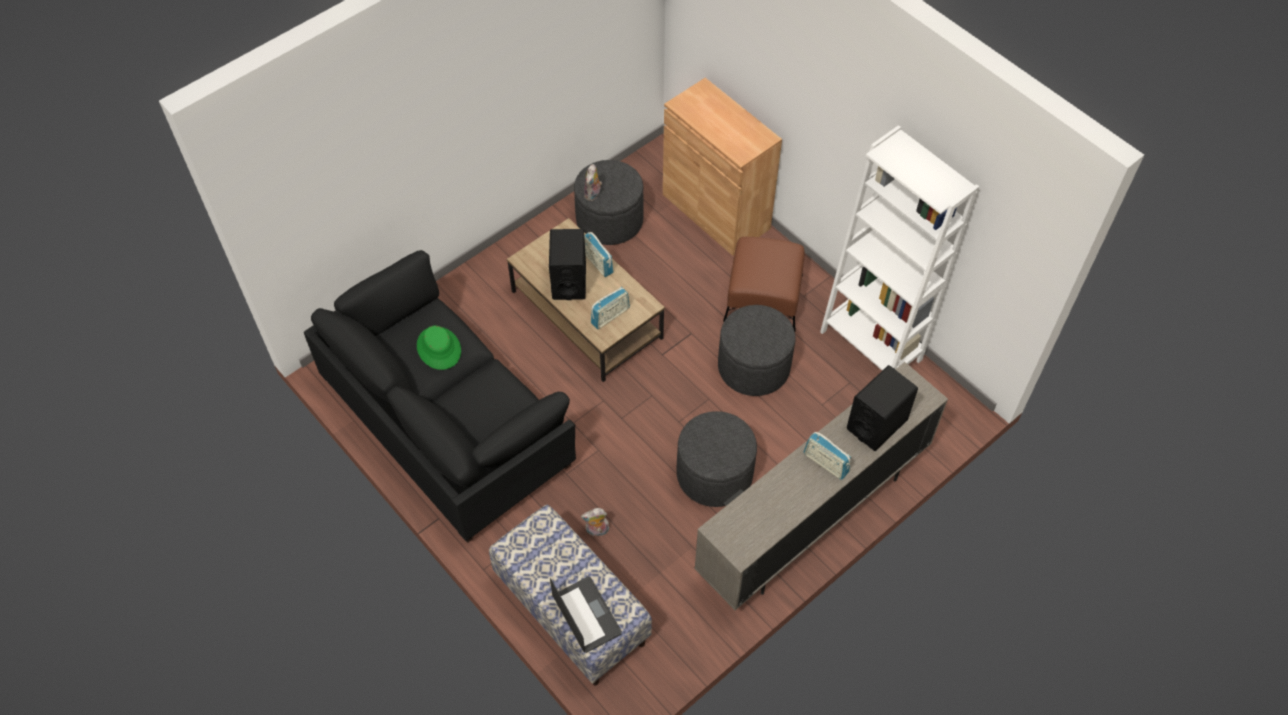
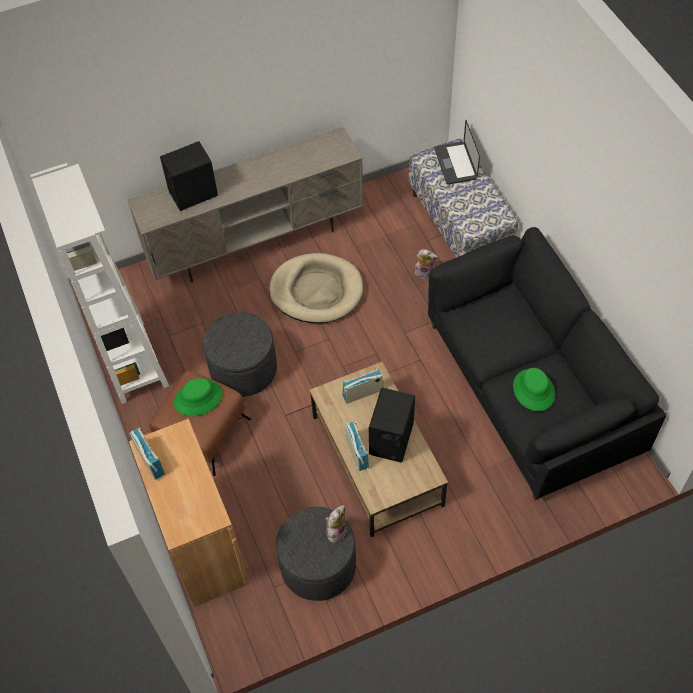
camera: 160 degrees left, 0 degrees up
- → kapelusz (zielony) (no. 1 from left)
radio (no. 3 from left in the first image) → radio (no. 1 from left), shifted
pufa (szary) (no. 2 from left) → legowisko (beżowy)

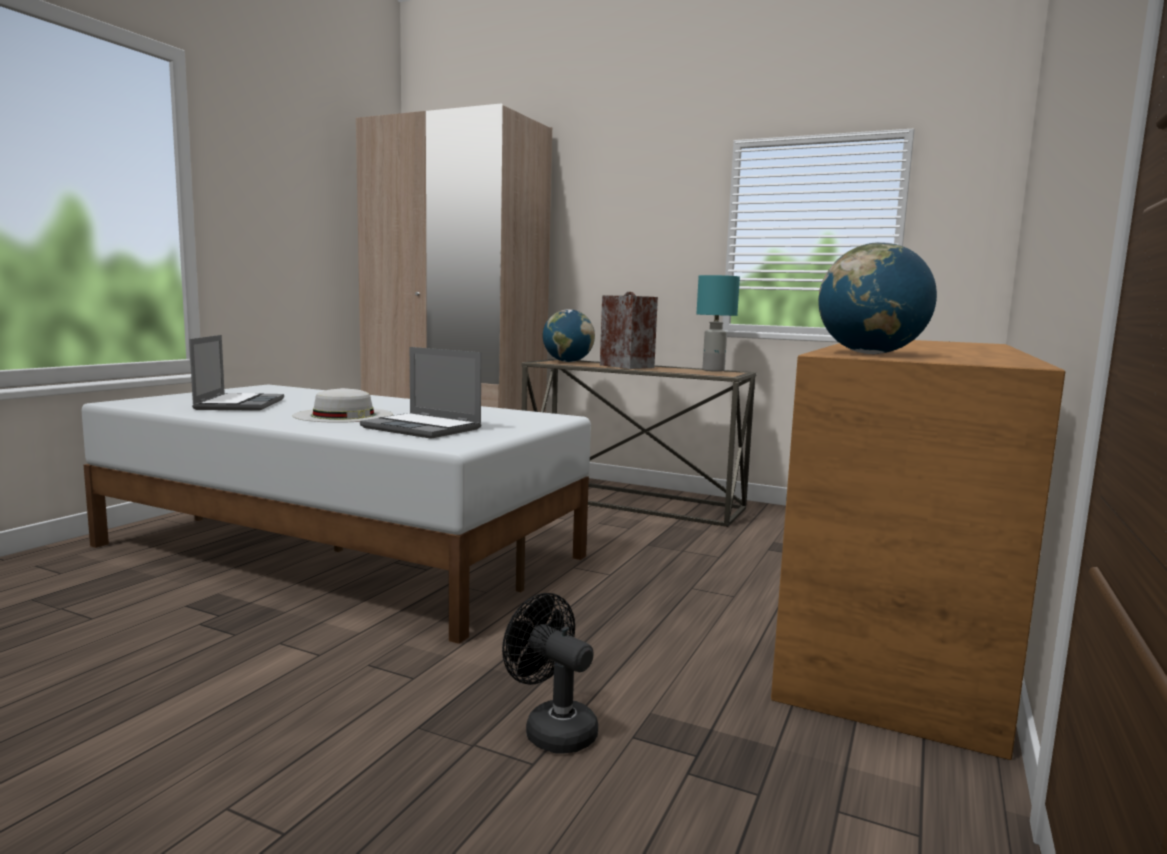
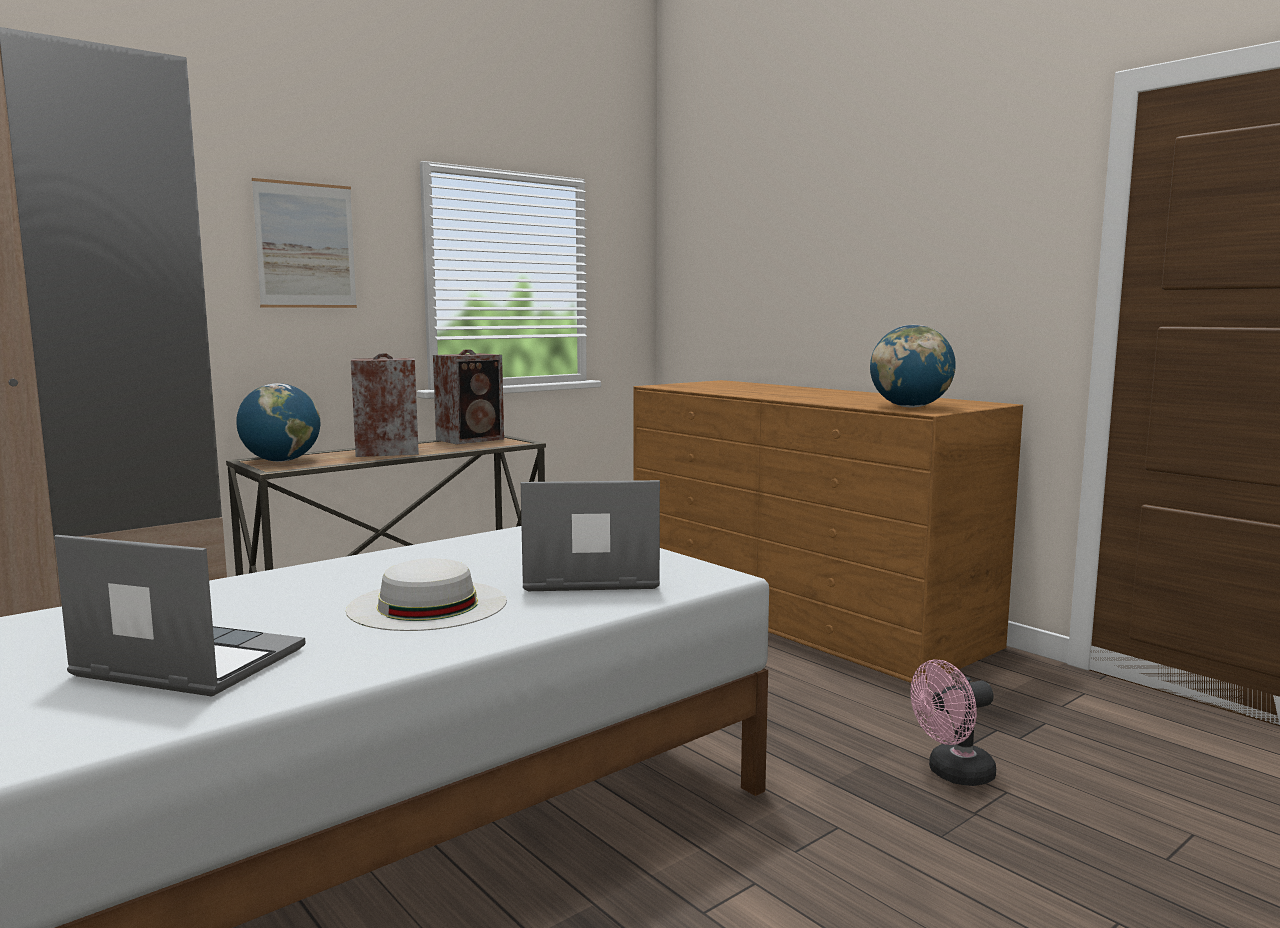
camera: 65 degrees left, 0 degrees up
- → obraz
lampa stołowa (turkusowy) → głośnik (no. 2 from left)
wentylator (czarny) → wentylator (różowy)
laptop (no. 2 from left), 150 degrees counterclockwise

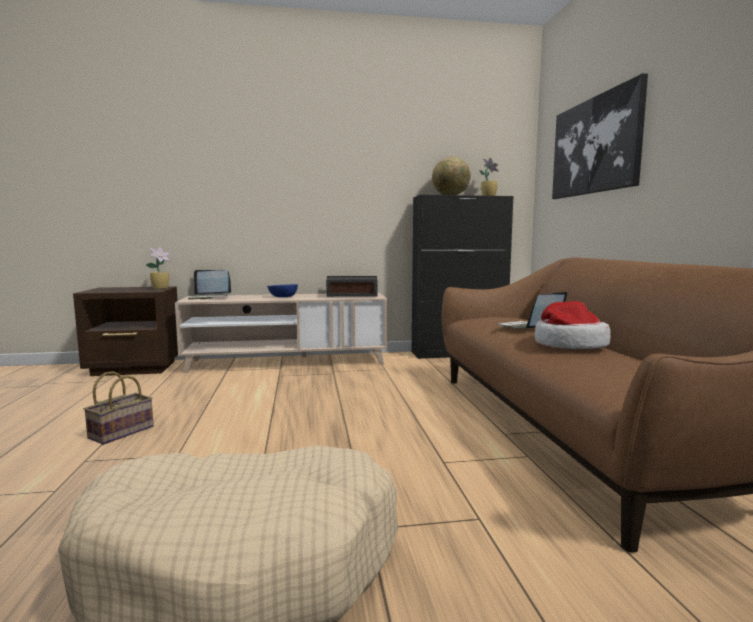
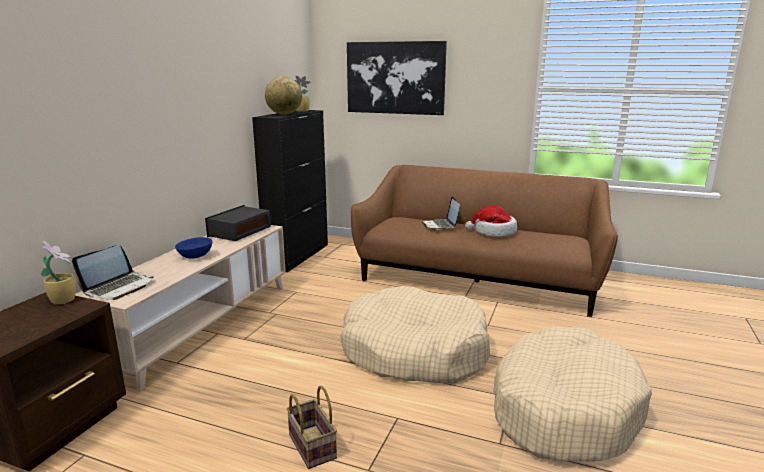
camera: 60 degrees left, 10 degrees up
- → legowisko (beżowy) (no. 1 from left)

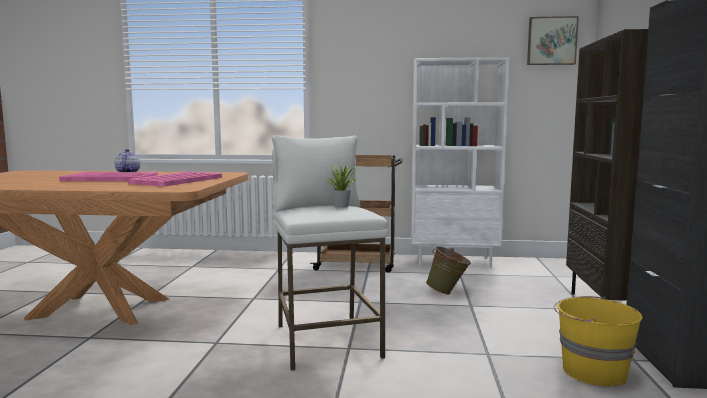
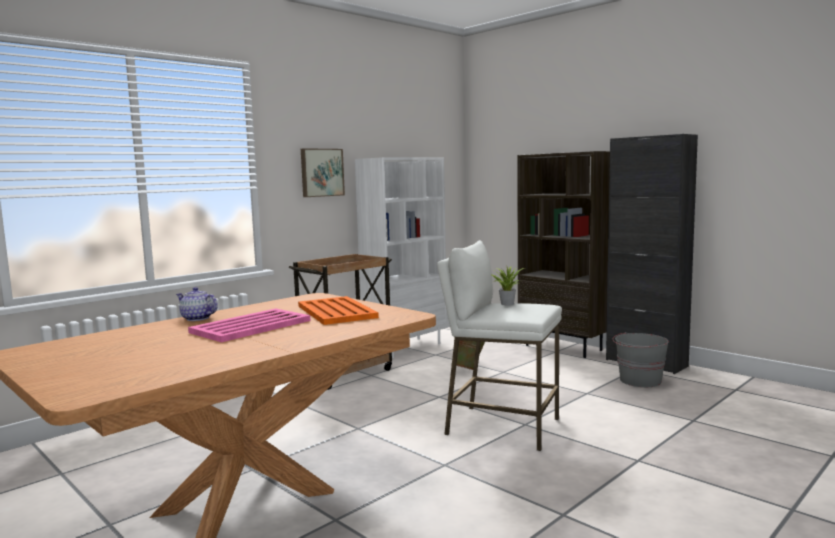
camera: 50 degrees left, 0 degrees up
obraz, shifted
taca (różowy) (no. 2 from left) → taca (pomarańczowy)
wiadro (żółty) → wiadro (szary)

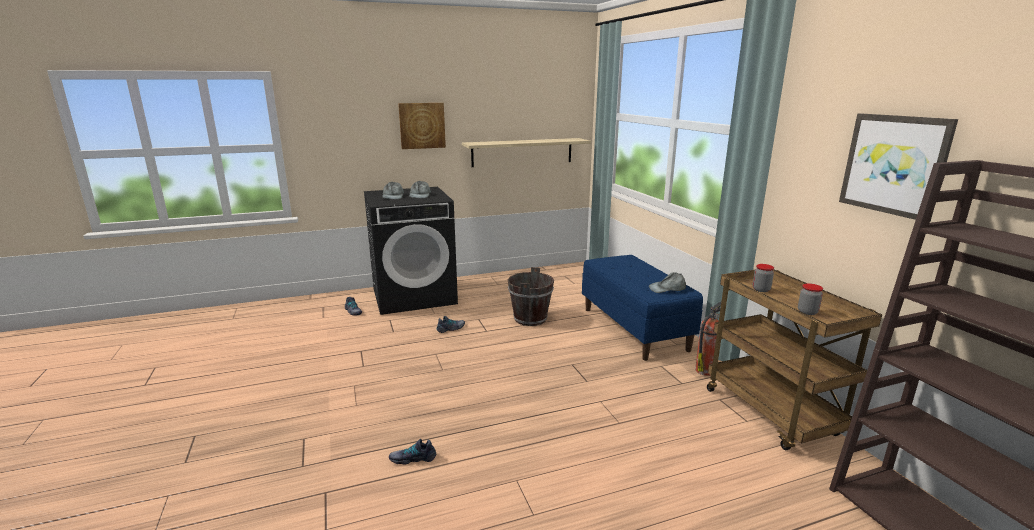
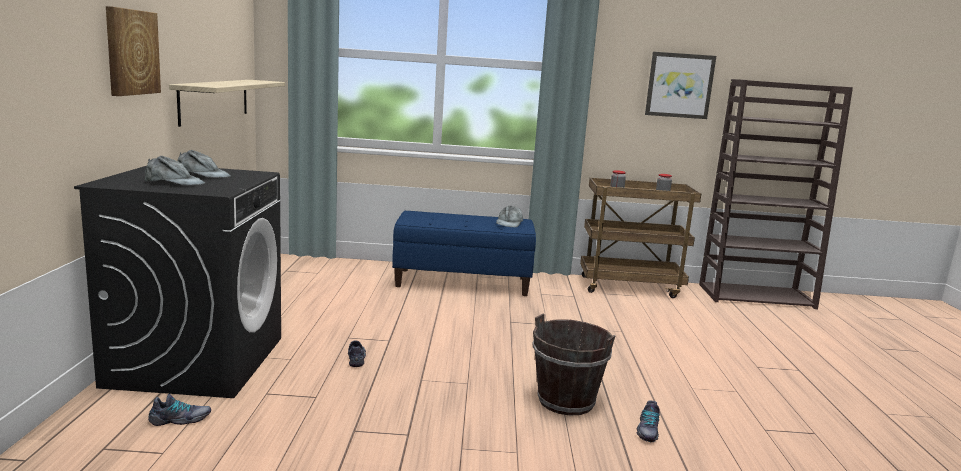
camera: 70 degrees left, 5 degrees down
gaśnica → -
wiadro (brązowy), shifted

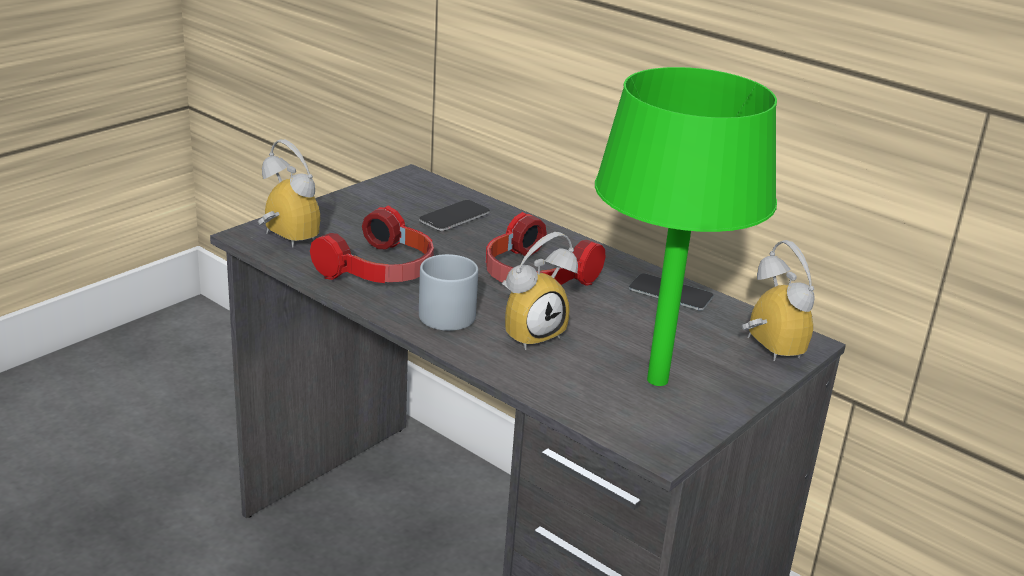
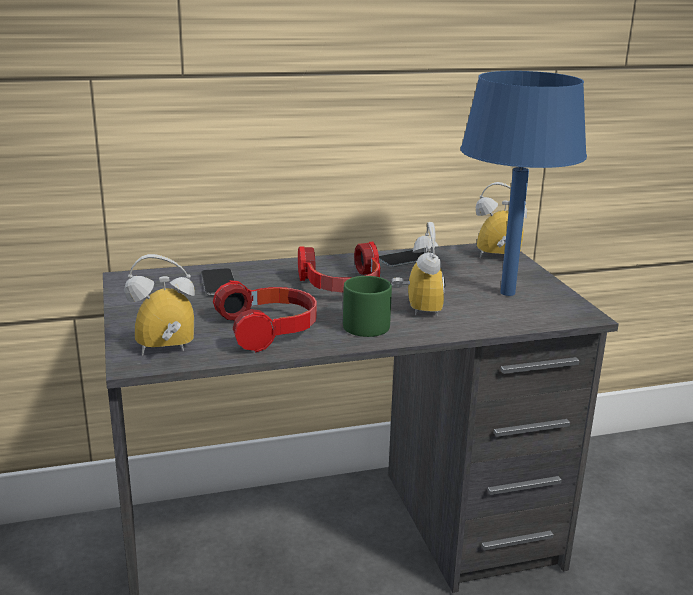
camera: 55 degrees left, 5 degrees down
kubek (szary) → kubek (zielony)
lampa stołowa (zielony) → lampa stołowa (niebieski)

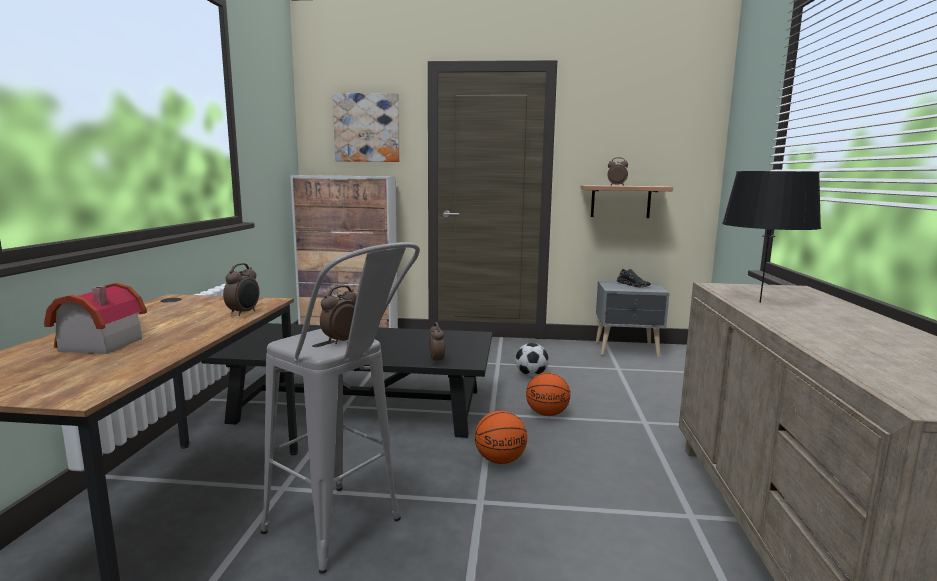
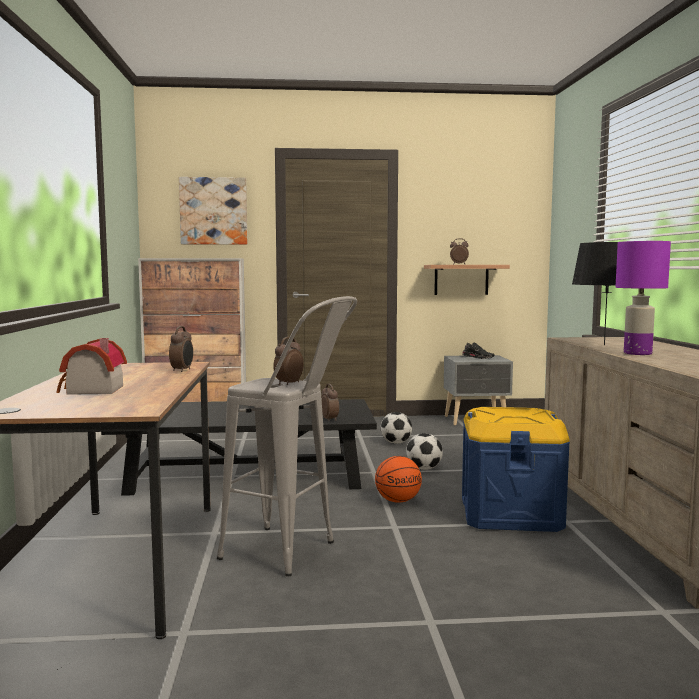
camera: 10 degrees left, 5 degrees down
- → pojemnik do przechowywania (niebieski)
- → lampa stołowa (fioletowy)
piłka do koszykówki (no. 2 from left) → piłka futbolowa (no. 2 from left)

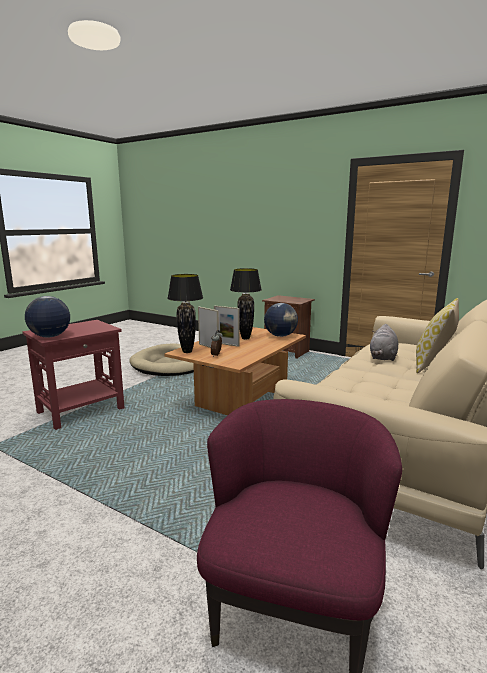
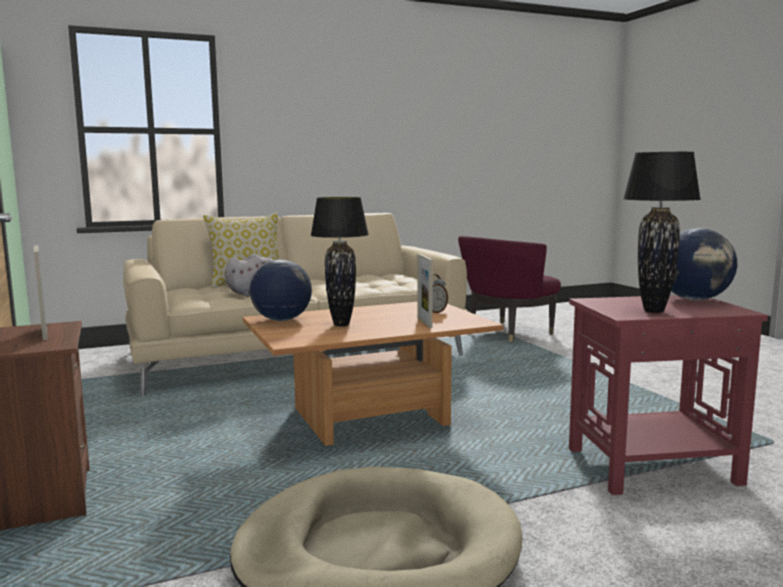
camera: 145 degrees left, 5 degrees down
lampa stołowa (czarny) (no. 1 from left in the first image) → lampa stołowa (czarny) (no. 2 from left), shifted
ramka na zdjęcie (no. 2 from left in the first image) → ramka na zdjęcie (no. 1 from left), shifted

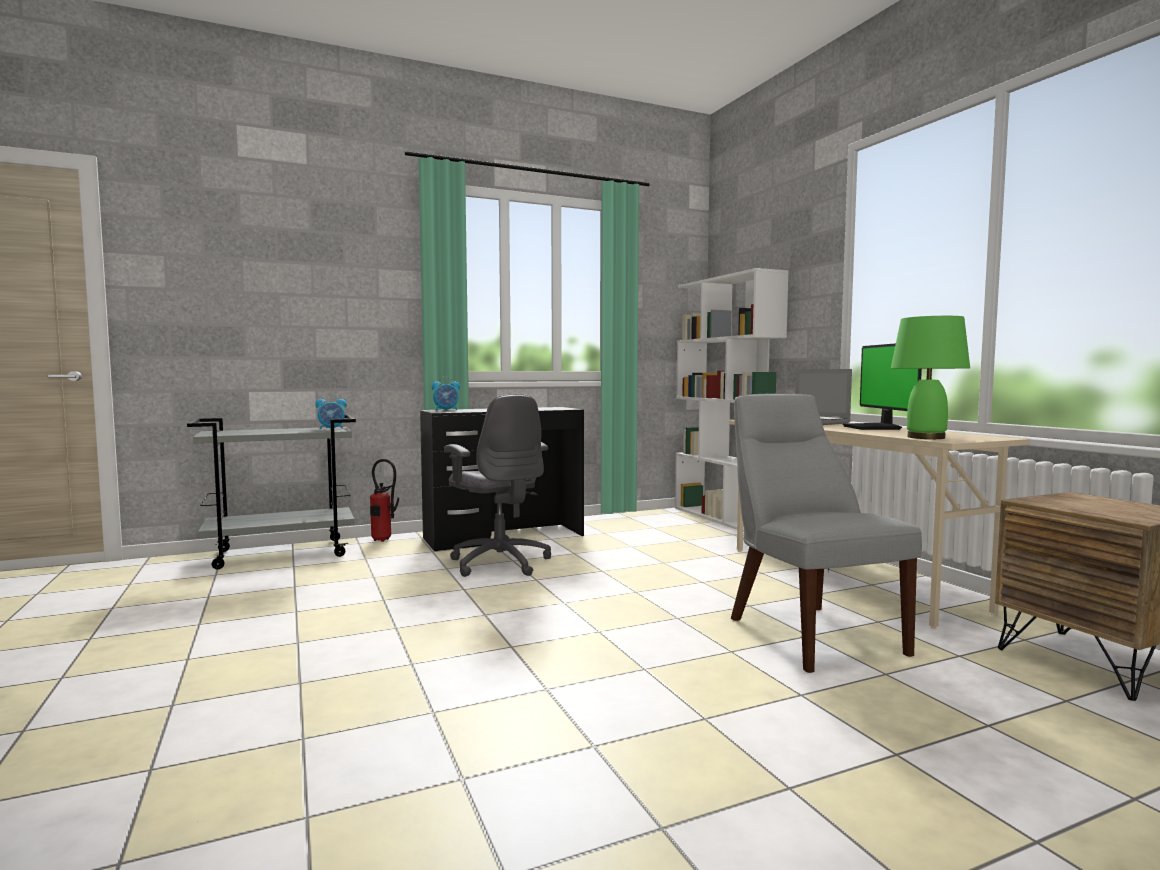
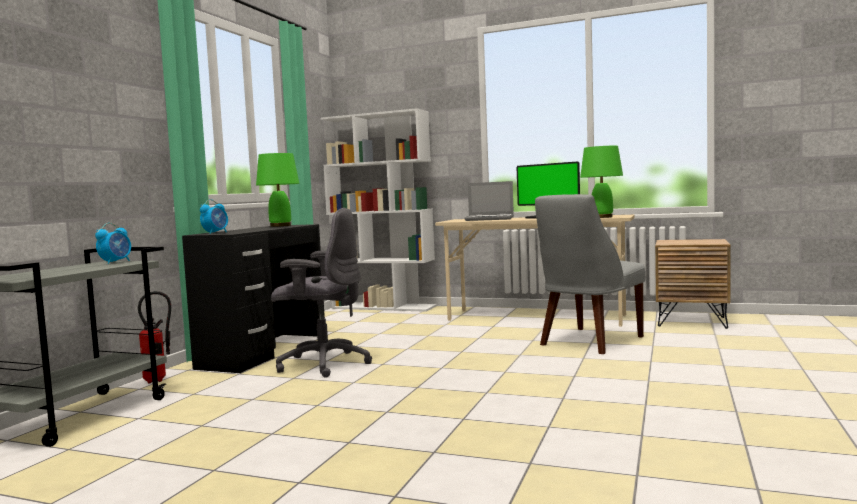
camera: 45 degrees left, 0 degrees up
- → lampa stołowa (zielony) (no. 1 from left)
krzesło (szary), 75 degrees counterclockwise

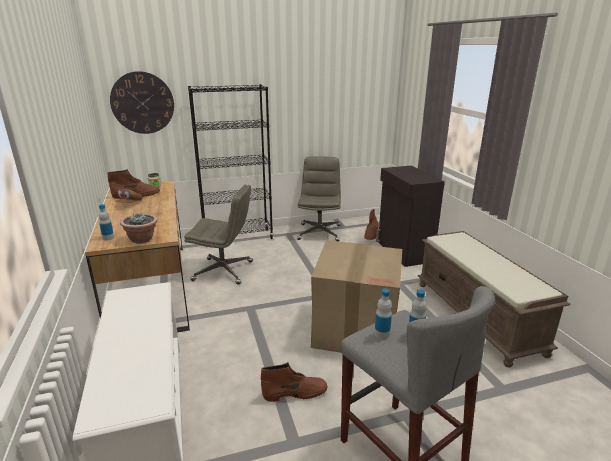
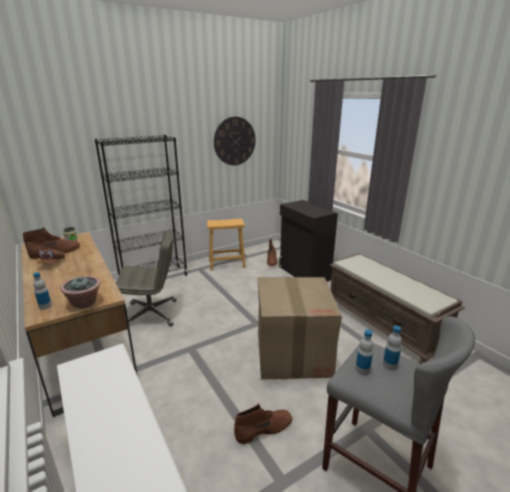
camera: 15 degrees left, 0 degrees up
zegar ścienny, shifted
krzesło biurowe (szary) (no. 2 from left) → stołek (brązowy)

